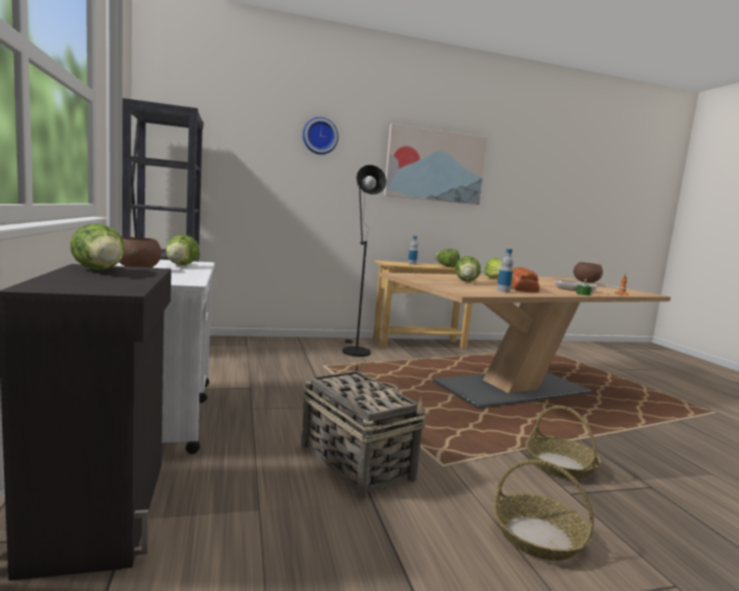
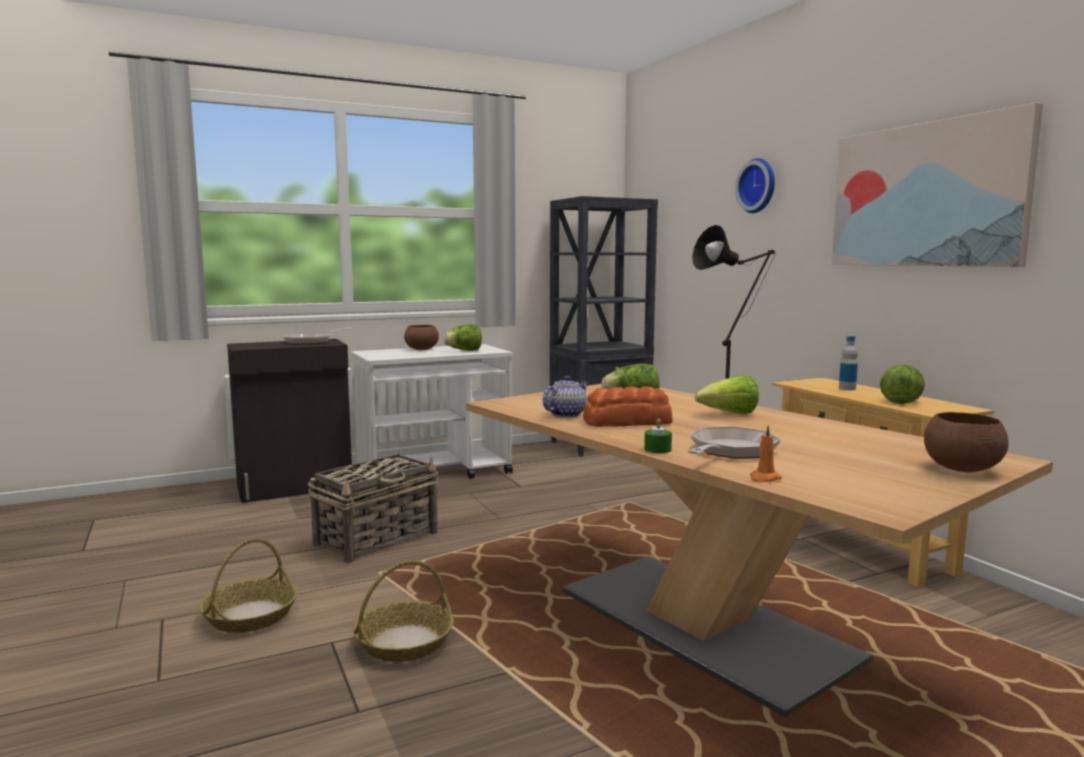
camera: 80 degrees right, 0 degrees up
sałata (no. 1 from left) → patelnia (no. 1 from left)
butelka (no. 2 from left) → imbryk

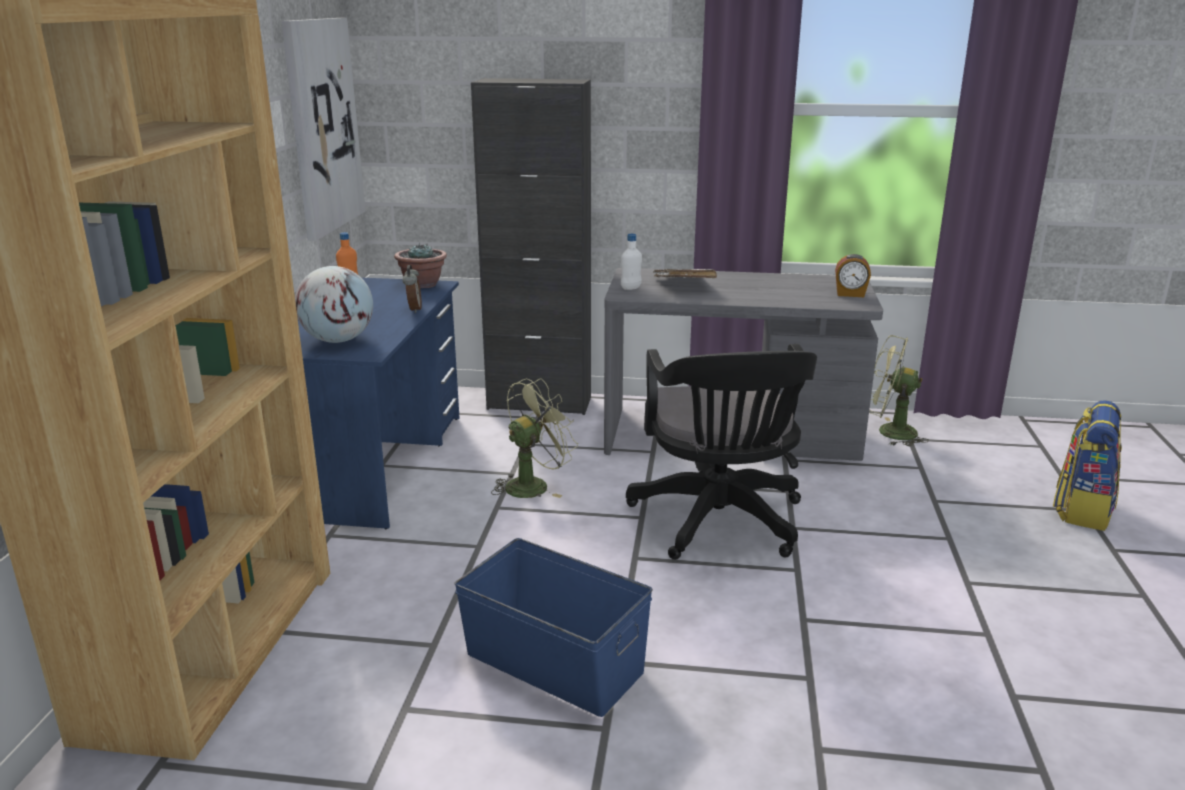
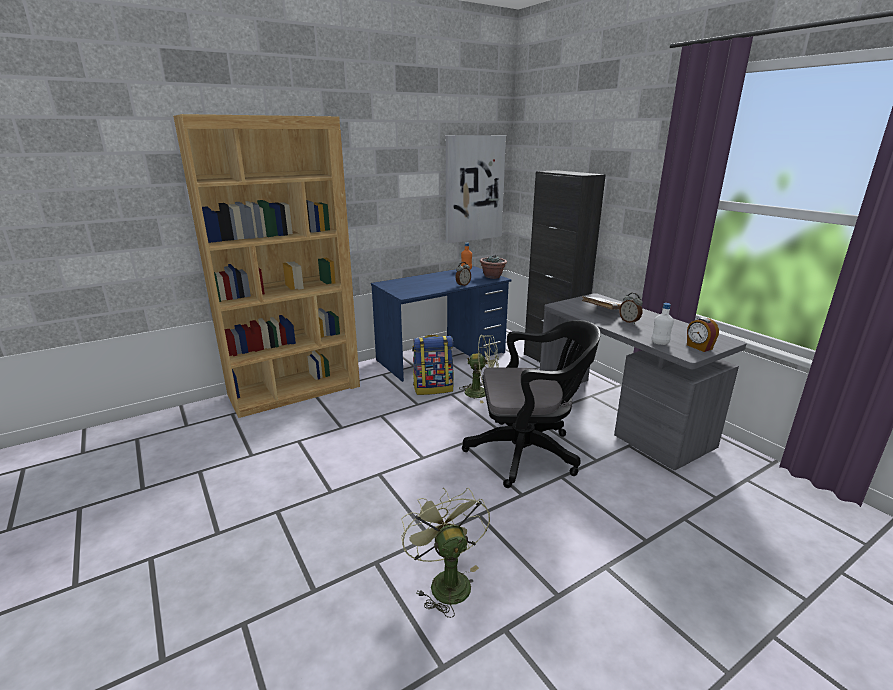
camera: 50 degrees right, 0 degrees up
globus → -
pojemnik do przechowywania (niebieski) → -
- → budzik (no. 2 from left)
butelka (biały), shifted
wentylator (zielony) (no. 2 from left in the first image) → wentylator (zielony) (no. 1 from left), shifted
plecak, shifted
krzesło biurowe (czarny), 135 degrees counterclockwise

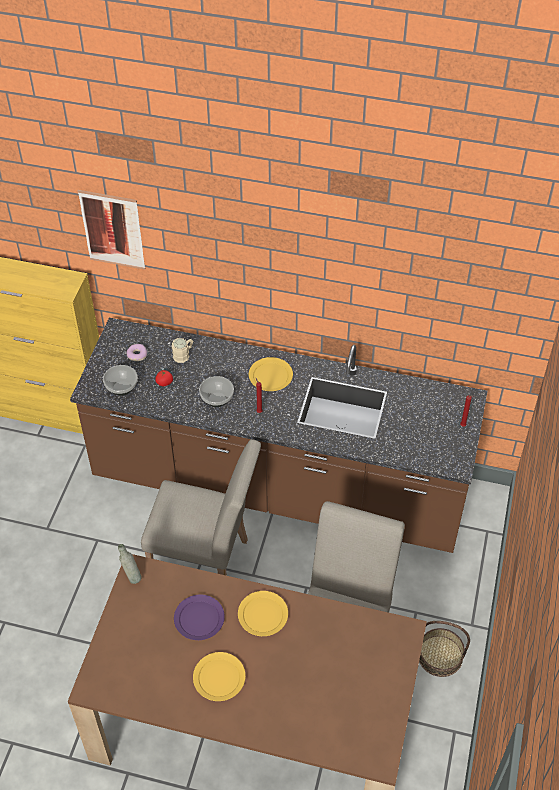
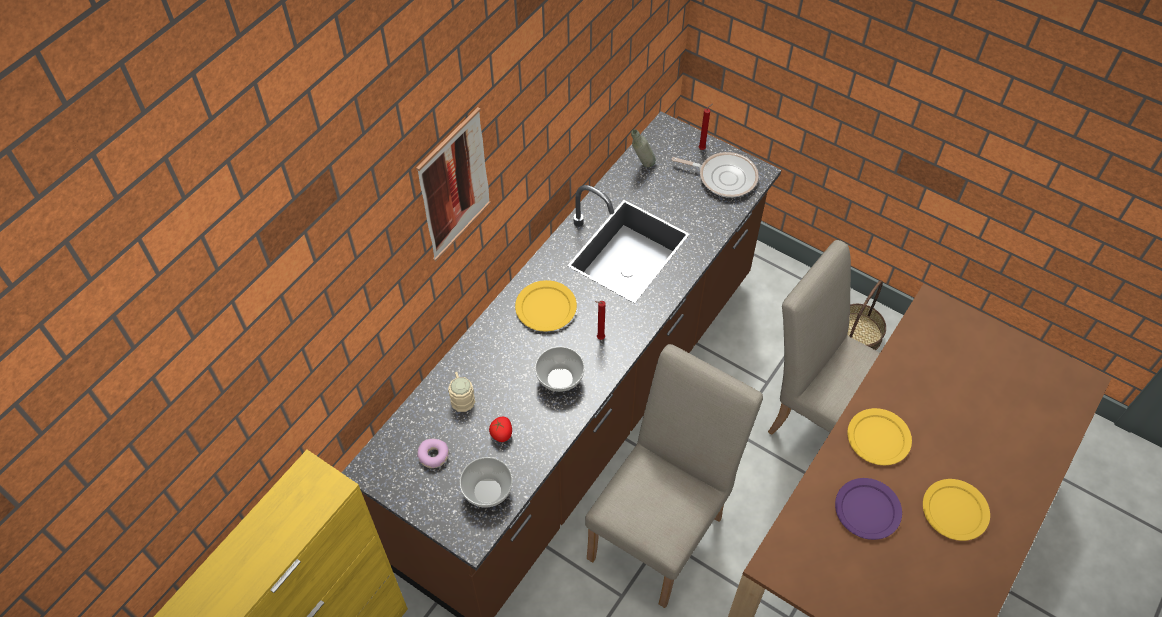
camera: 70 degrees left, 5 degrees up
- → patelnia
obraz, shifted
butelka (szary), shifted

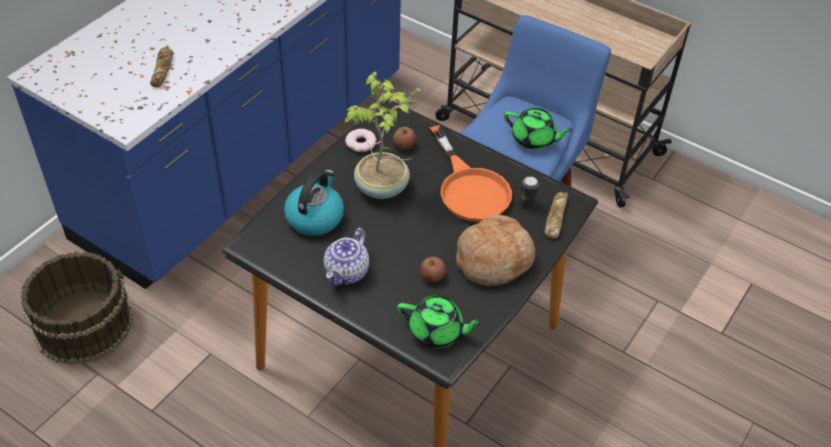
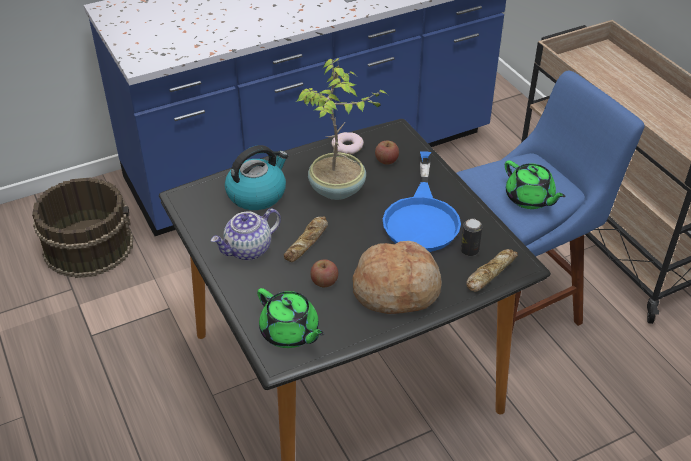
camera: 30 degrees right, 5 degrees down
chleb (no. 1 from left), shifted
patelnia (pomarańczowy) → patelnia (niebieski)

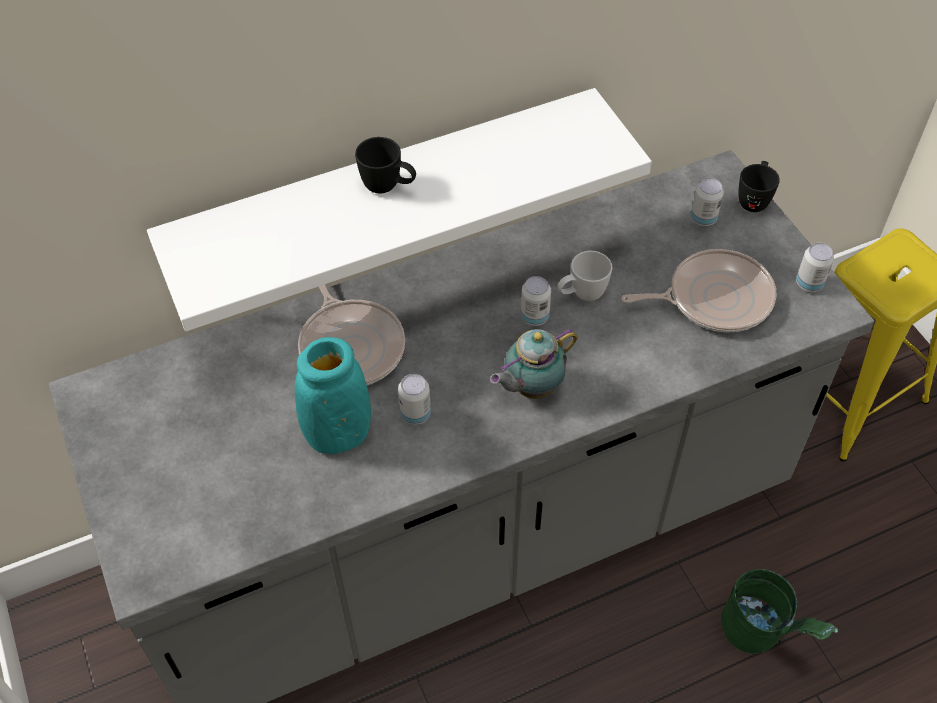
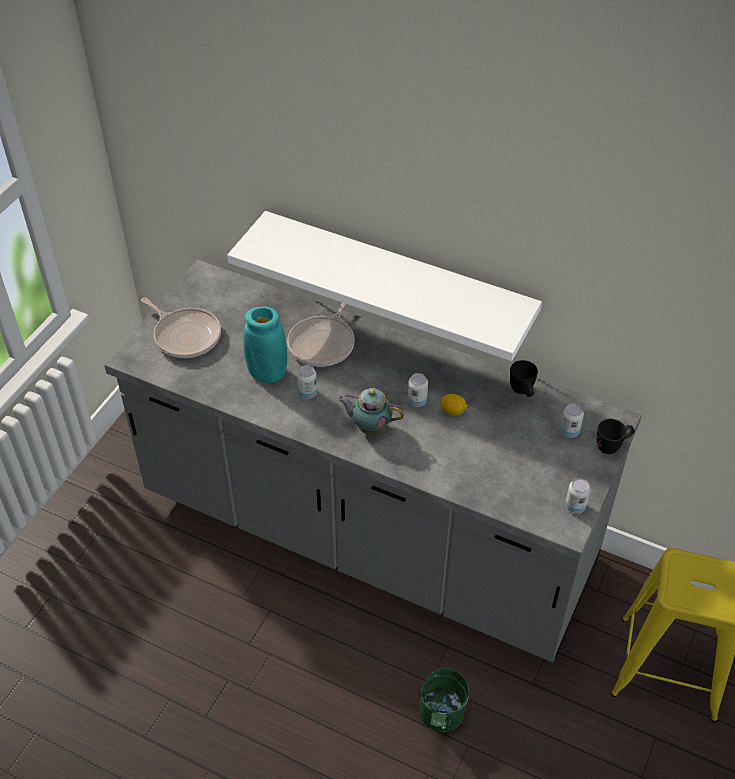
camera: 50 degrees right, 5 degrees down
kubek (czarny) (no. 1 from left), shifted
patelnia (no. 2 from left in the first image) → patelnia (no. 1 from left), shifted
kubek (biały) → cytryna

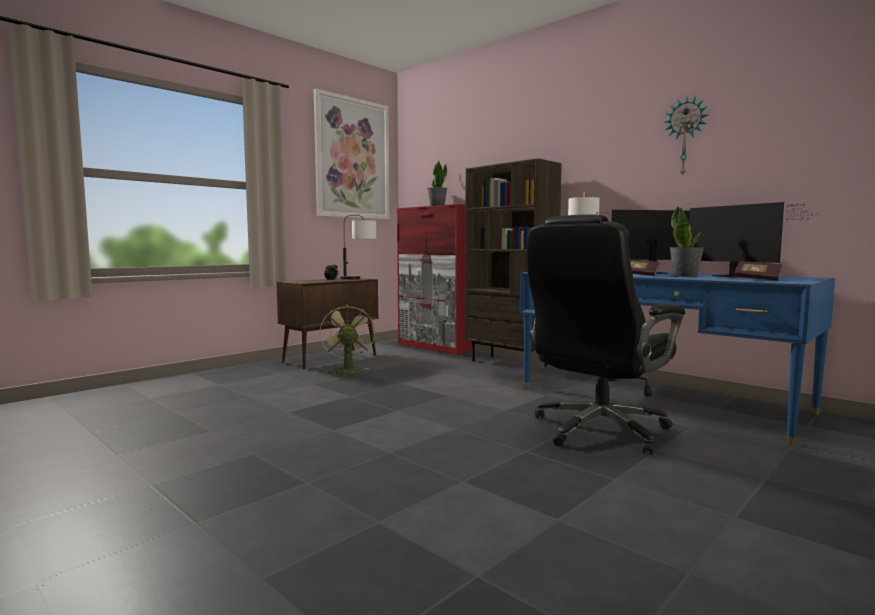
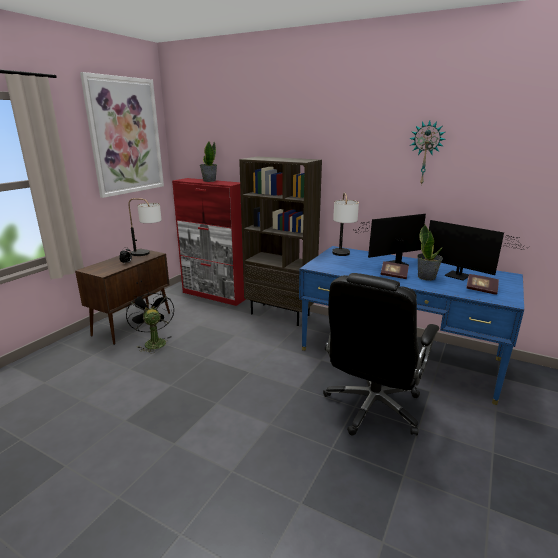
camera: 15 degrees left, 15 degrees up
wentylator (zielony) → wentylator (czarny)

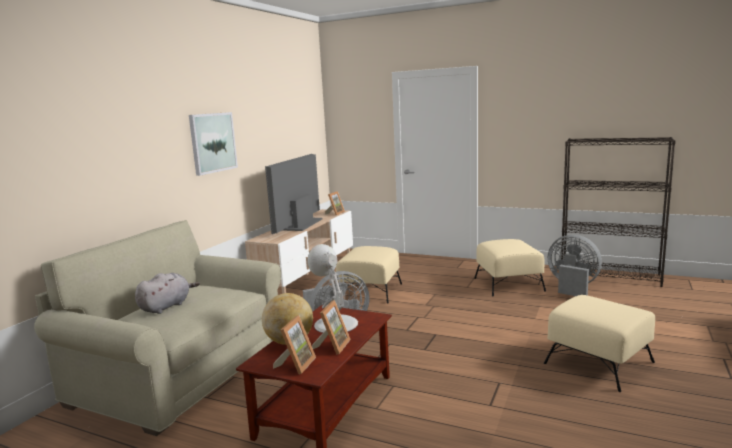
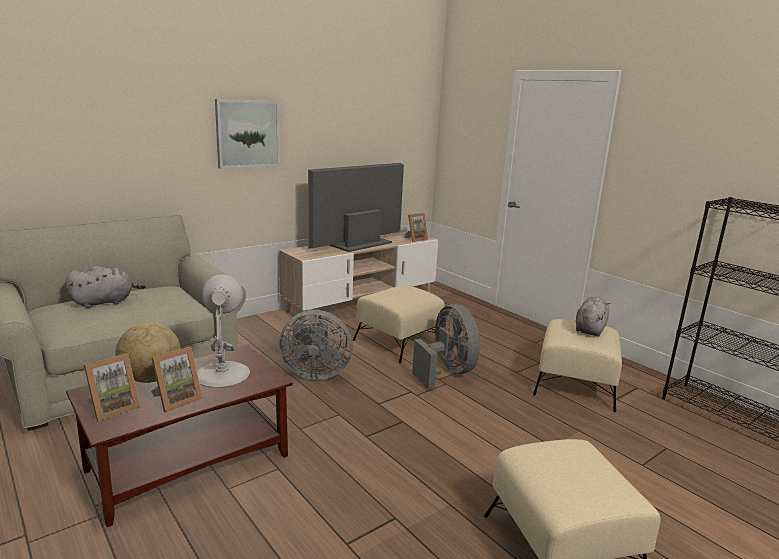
camera: 25 degrees right, 5 degrees up
- → pluszak (szary) (no. 2 from left)
wentylator (szary) (no. 2 from left), shifted

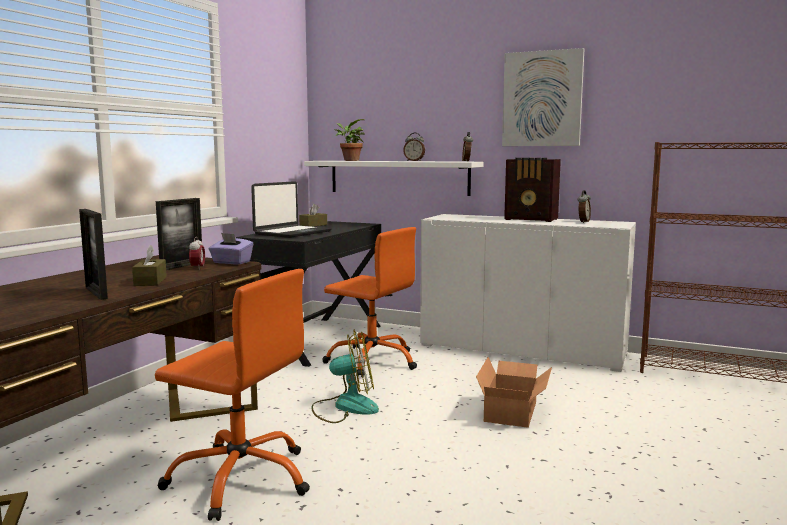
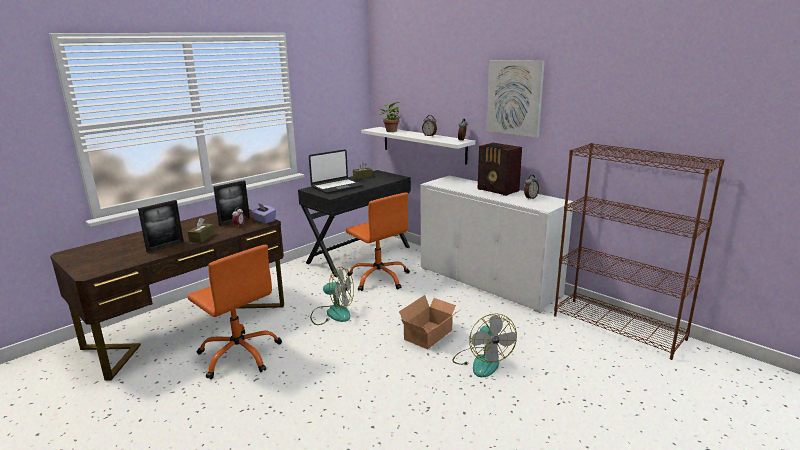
camera: 20 degrees right, 10 degrees up
- → wentylator (no. 2 from left)
ramka na zdjęcie (no. 1 from left), 120 degrees counterclockwise

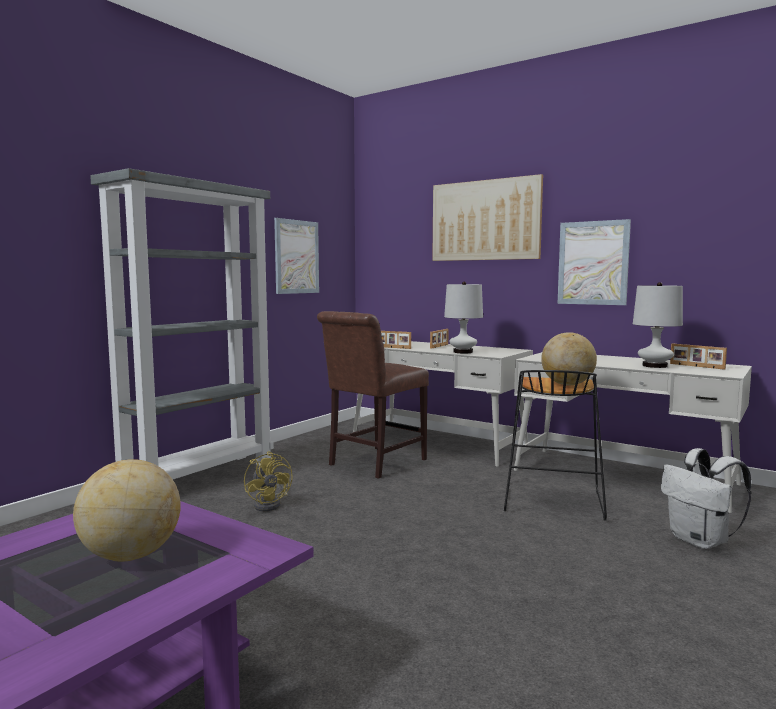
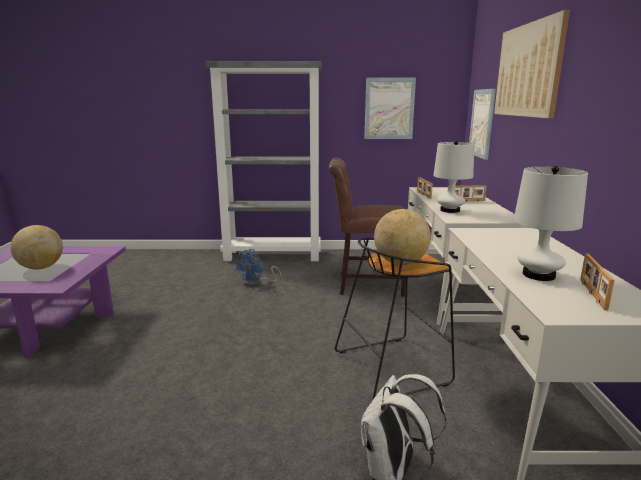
camera: 55 degrees right, 10 degrees up
obraz (no. 3 from left in the first image) → obraz (no. 2 from left), shifted
wentylator (żółty) → wentylator (niebieski)

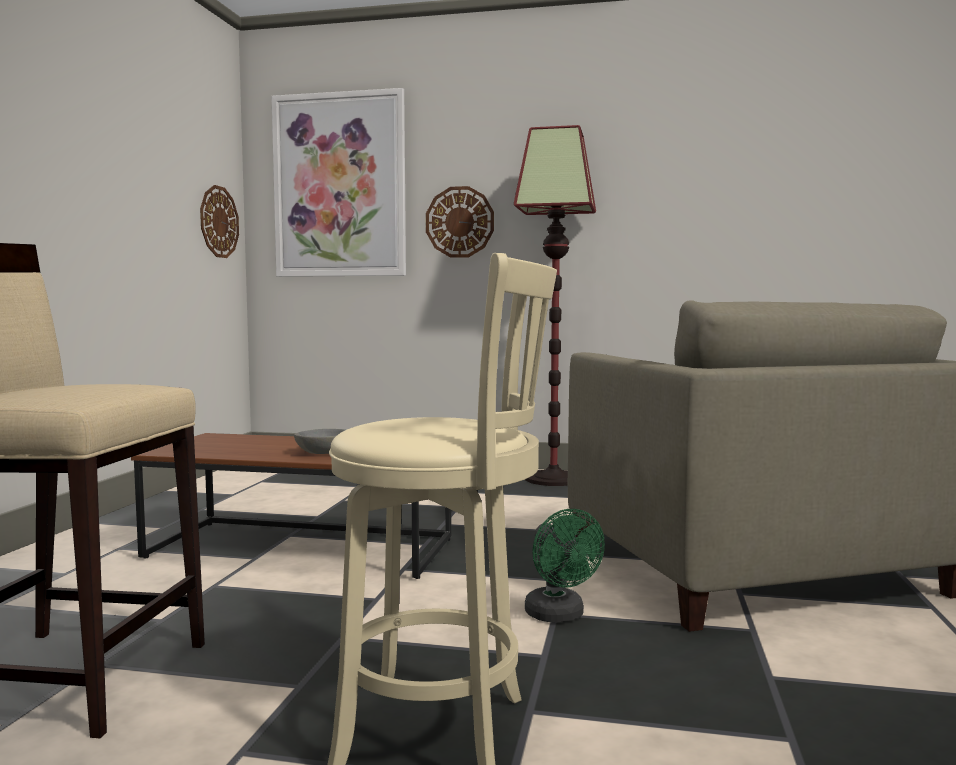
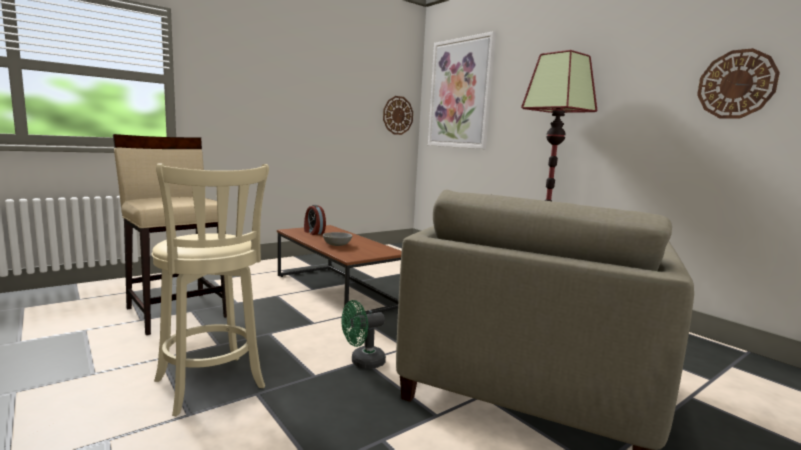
camera: 40 degrees right, 5 degrees up
- → budzik
zegar ścienny (no. 2 from left), shifted
wentylator (zielony), 45 degrees clockwise

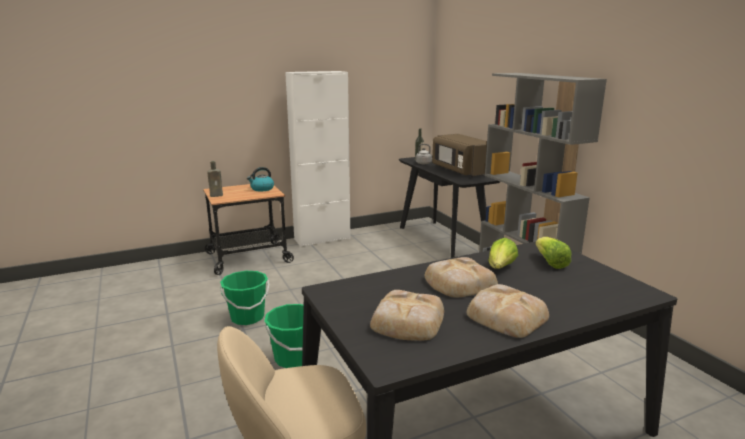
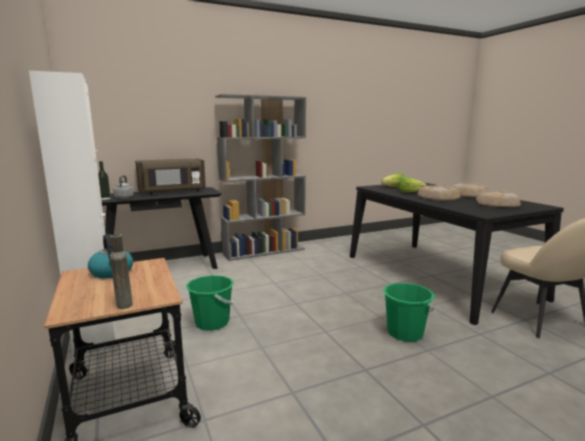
camera: 90 degrees left, 5 degrees down
wiadro (zielony) (no. 1 from left), shifted

